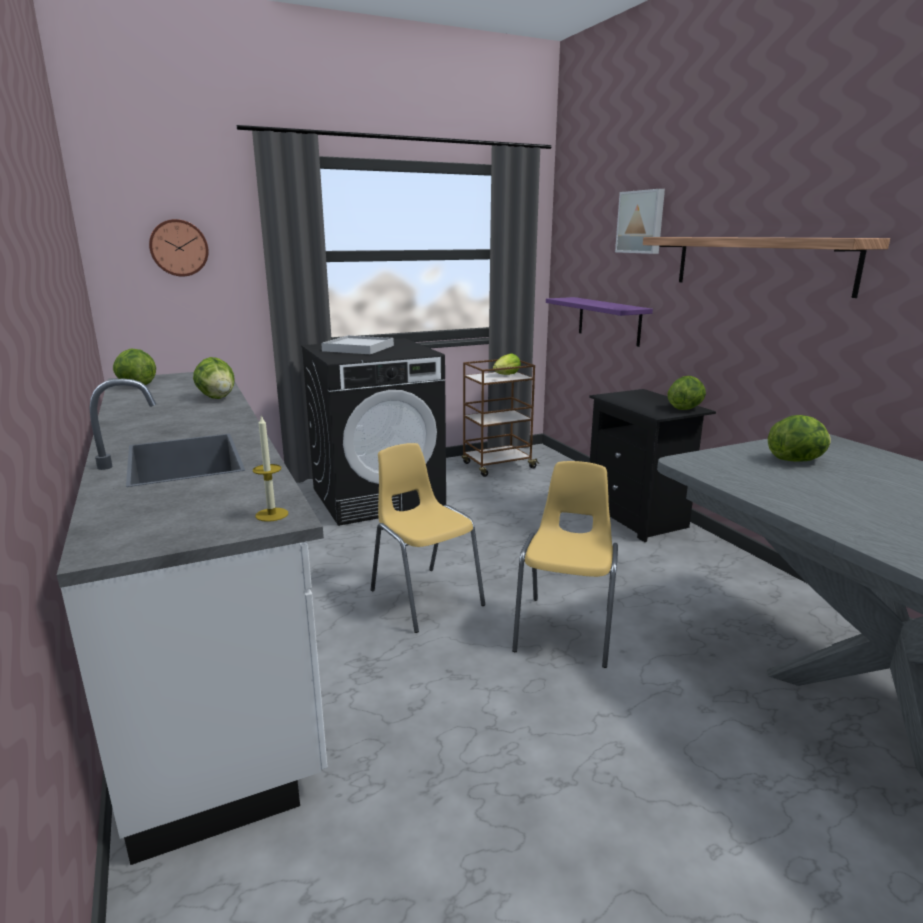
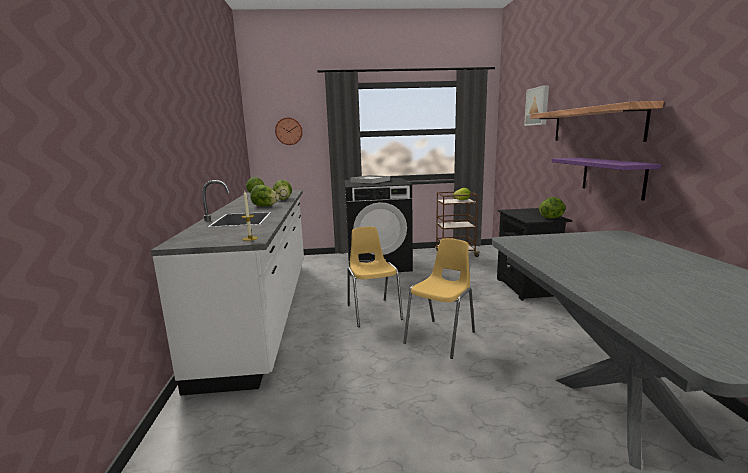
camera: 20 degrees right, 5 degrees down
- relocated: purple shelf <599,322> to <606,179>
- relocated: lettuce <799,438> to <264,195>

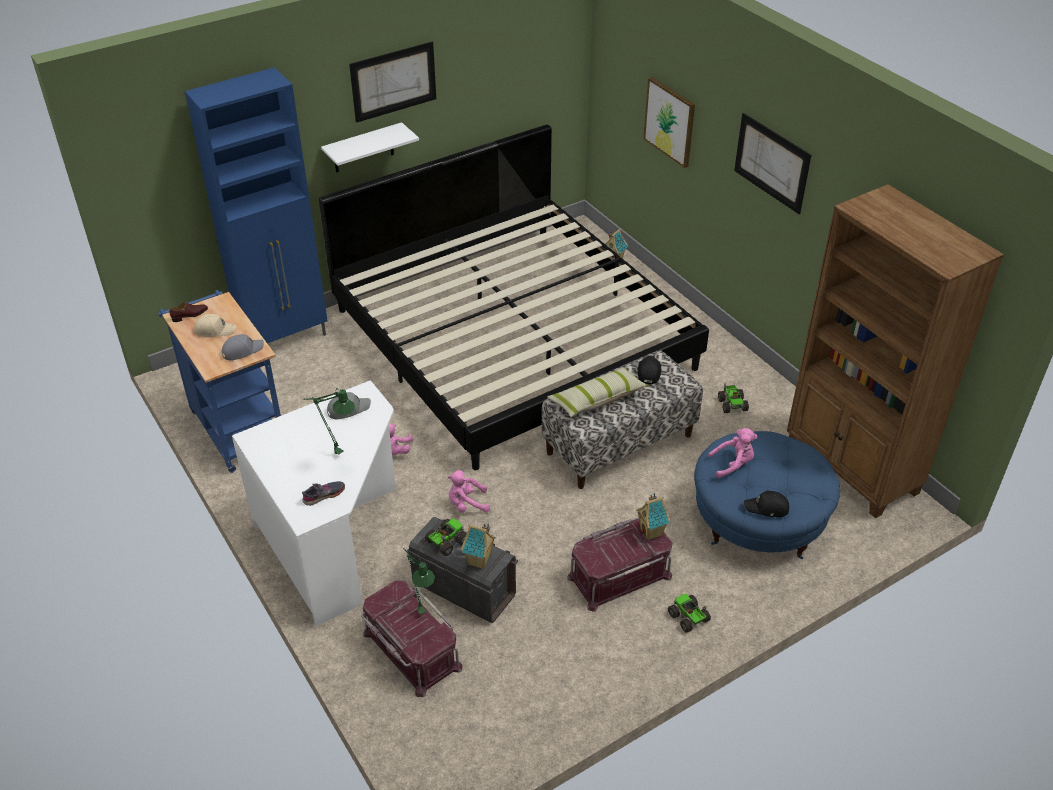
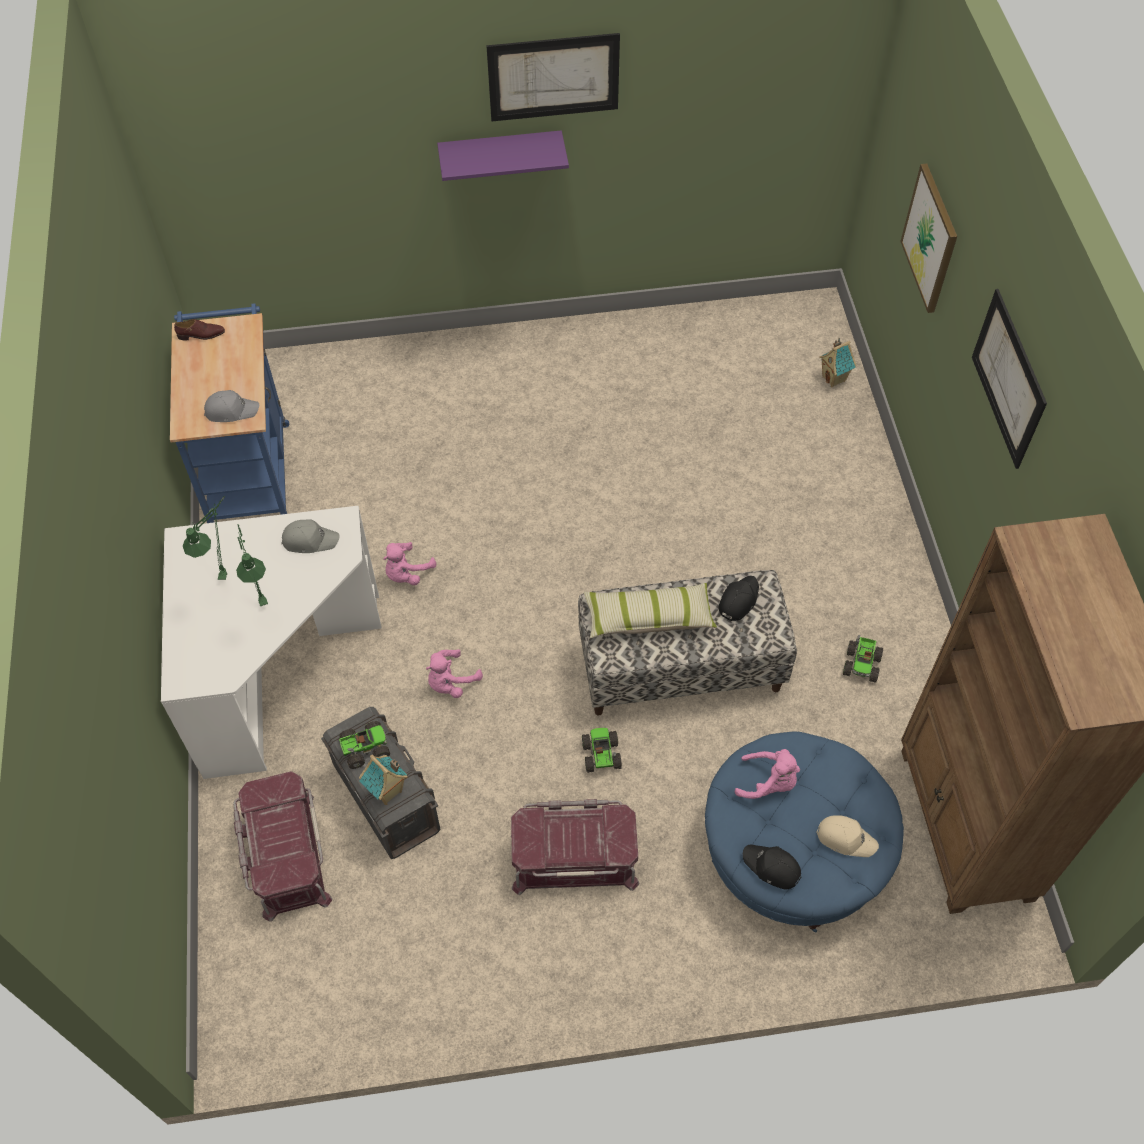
camera: 25 degrees right, 15 degrees up
- missing: blue cabinet <256,205>
- relocated: beige cap <215,325> to <847,836>
- missing: grey shoe <323,493>
- missing: bed <514,297>
- colour: white shelf <370,147> to purple shelf <503,155>
- relocated: green table lamp <419,581> to <205,538>
- spun: pink plush toy <469,491> = <454,673> 60 degrees counterclockwise
- missing: toy house <653,517>
- relocated: toy truck <689,613> to <602,750>

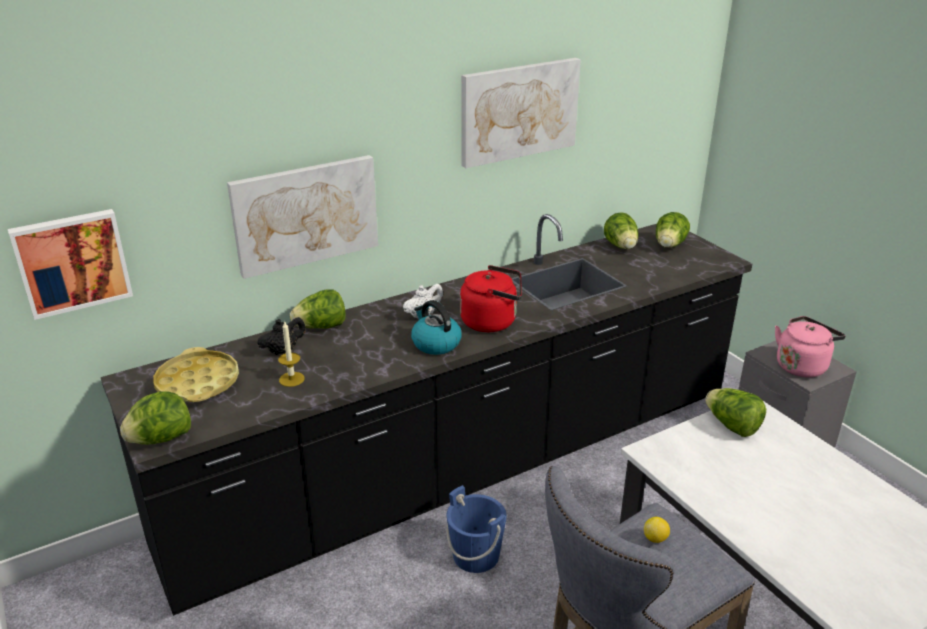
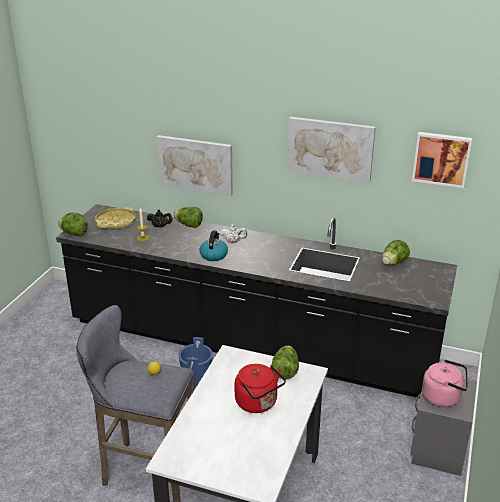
camera: 50 degrees right, 0 degrees up
- relocated: picture <70,264> to <442,160>
- relocated: red kettle <491,298> to <260,388>
- missing: lettuce <673,230>

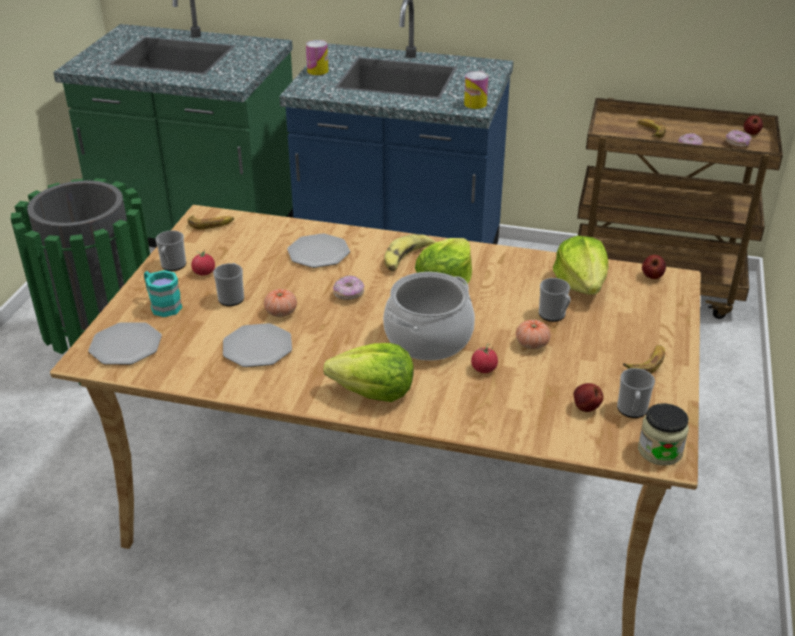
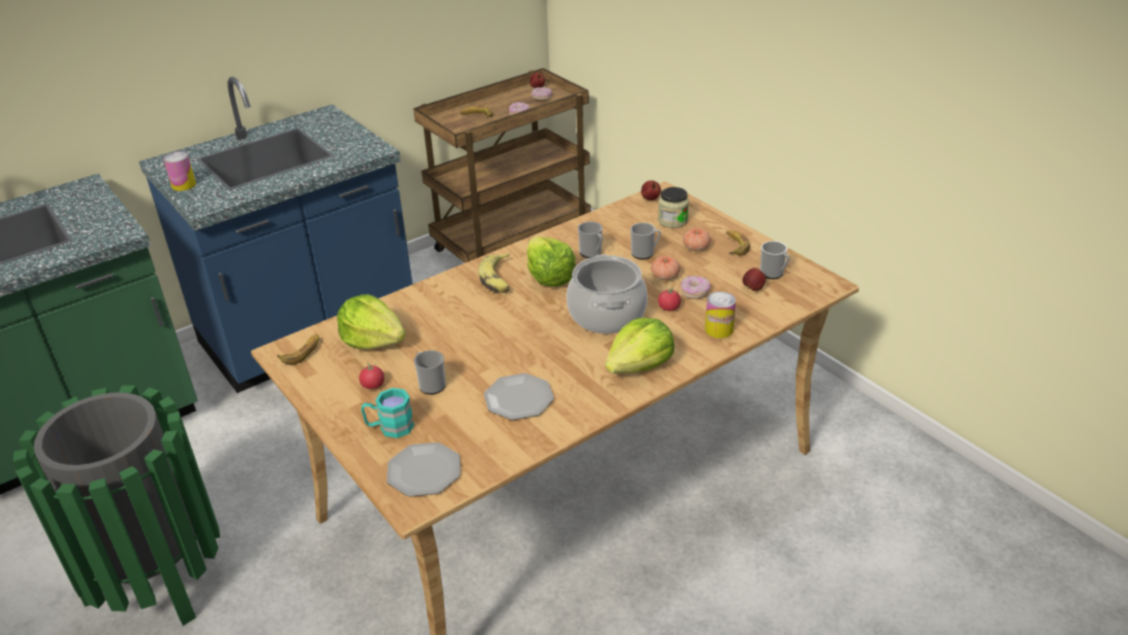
camera: 50 degrees left, 0 degrees up
- relocated: mug <171,250> to <590,240>
- relocated: tomato <280,303> to <697,239>
- missing: plate <318,250>
- relocated: donut <348,287> to <695,287>
- relocated: can <476,90> to <720,314>
- relocated: lettuce <580,265> to <371,321>
- relocated: jar <663,434> to <673,207>

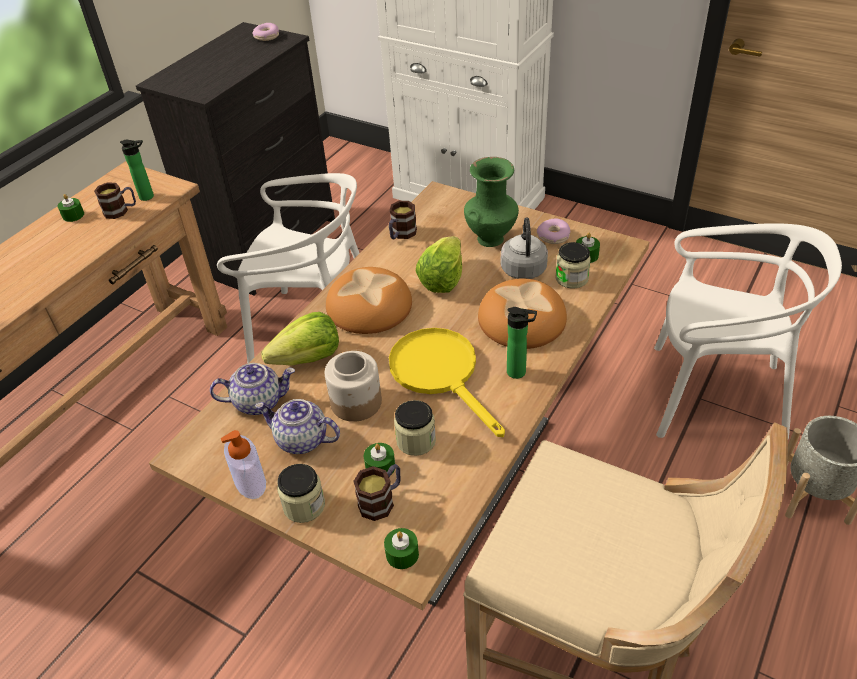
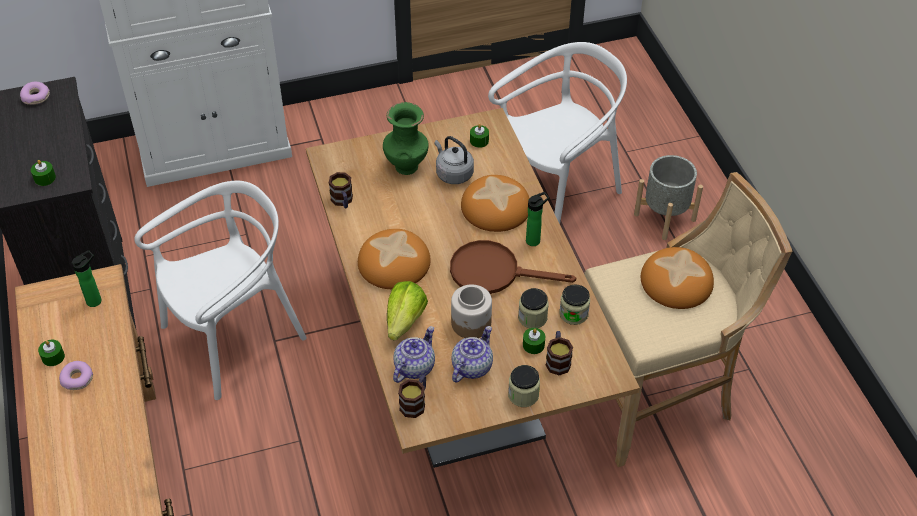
camera: 50 degrees left, 5 degrees up
- relocated: mug <115,200> to <412,396>
- missing: soap dispenser <243,464>
- spun: teapot <297,426> = <472,354> 150 degrees clockwise
- relocated: green candle <401,548> to <43,173>
- colour: yellow frying pan <447,382> to brown frying pan <513,267>
- missing: lettuce <439,264>
- relocated: donut <553,231> to <76,375>
- relocated: jar <573,265> to <574,304>
- appeared: bread <677,278>

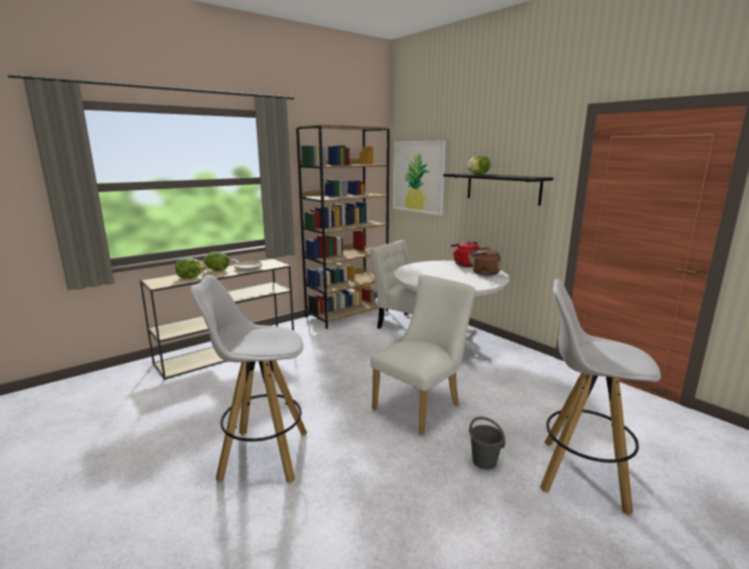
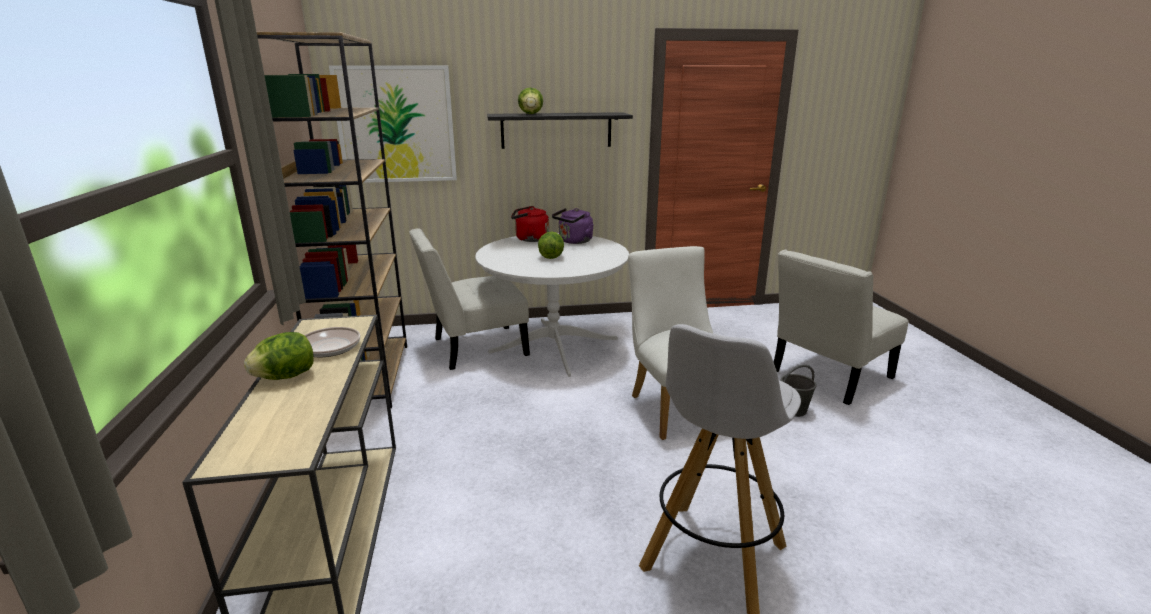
camera: 60 degrees left, 5 degrees up
- relocated: lettuce <190,268> to <551,245>
- colour: brown kettle <486,261> to purple kettle <573,226>
- exchanged: white stool <600,397> to white chair <841,327>

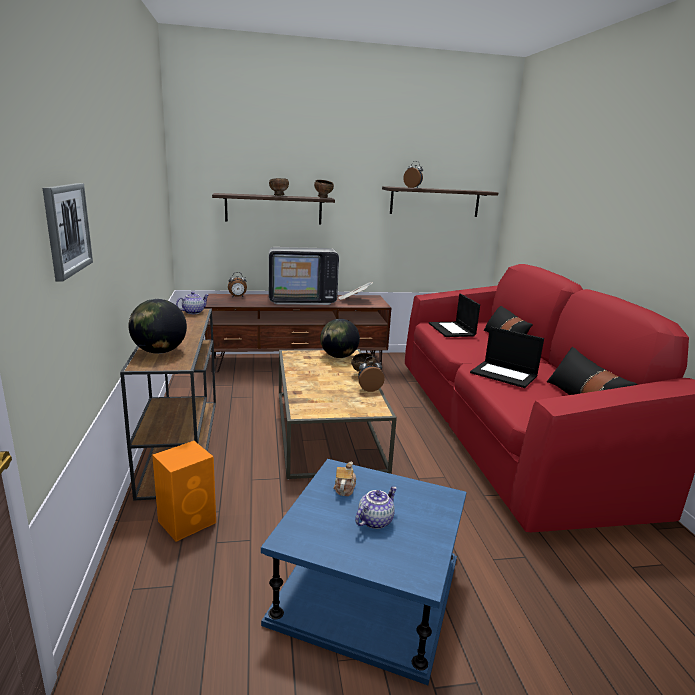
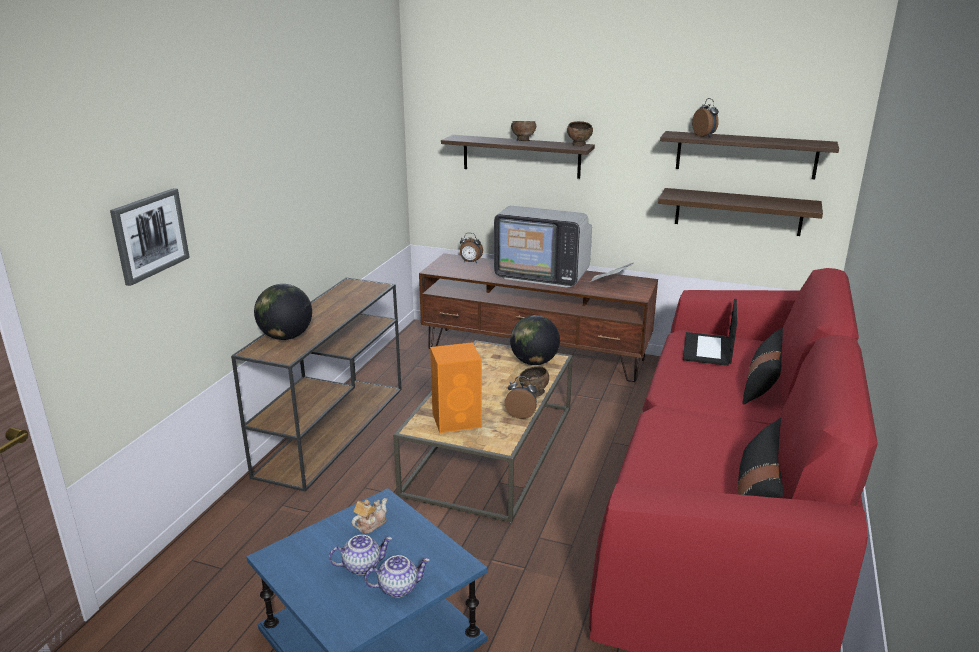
camera: 30 degrees right, 5 degrees up
- relocated: orange speaker <184,491> to <456,387>
- relocated: teapot <192,303> to <397,576>
- missing: laptop <507,357>
- appeared: shelf <740,212>

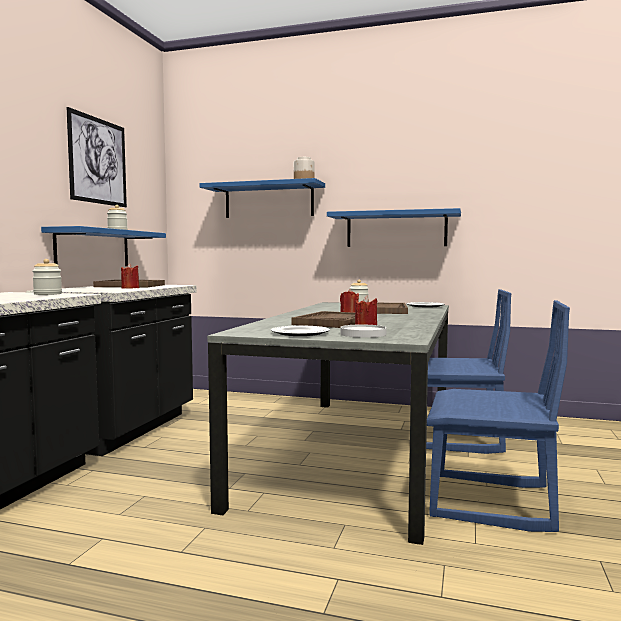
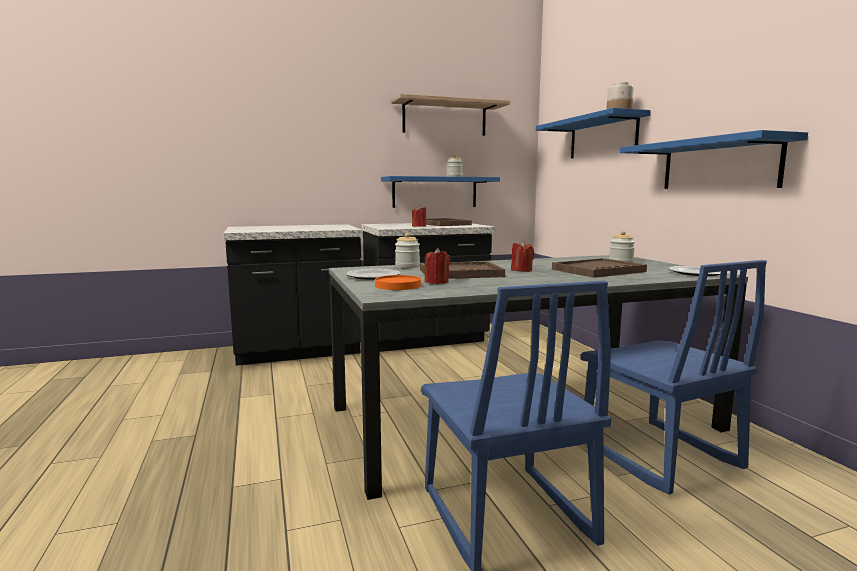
camera: 55 degrees right, 5 degrees up
- relocated: jar <47,277> to <407,250>
- exchanged: picture <96,157> to shelf <450,115>
- colour: white plate <363,331> to orange plate <398,282>

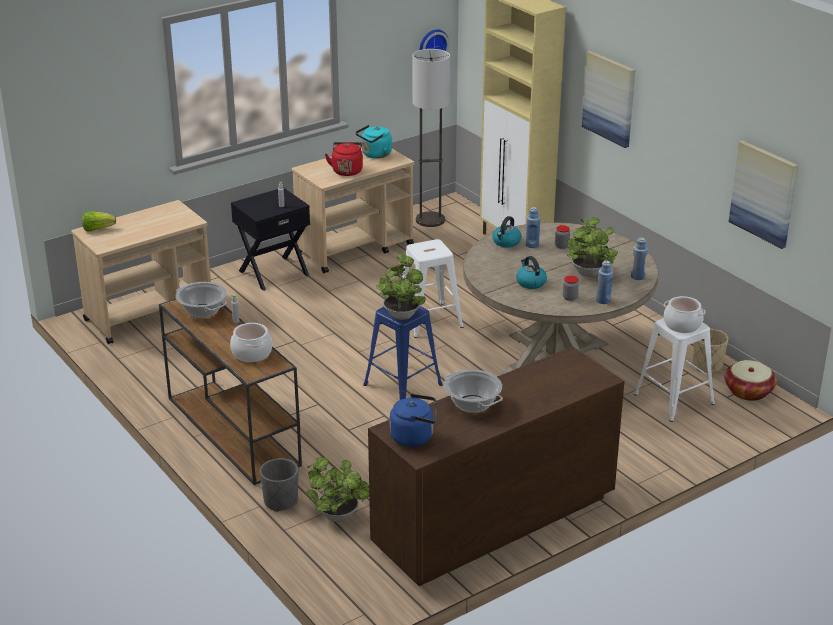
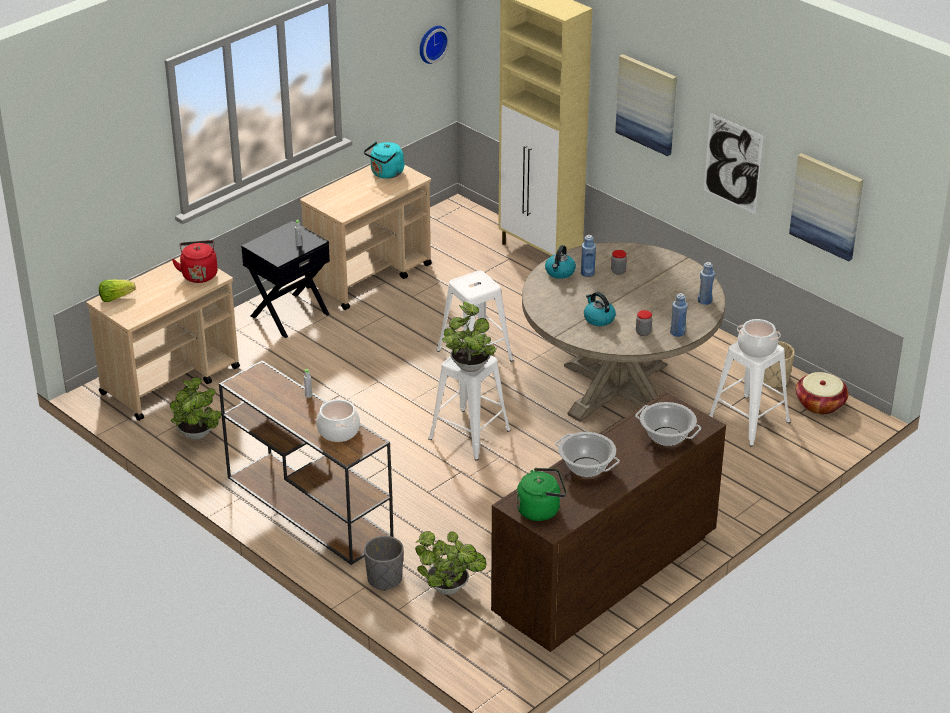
camera: 10 degrees left, 5 degrees up
- relocated: cooking pot <201,300> to <668,424>
- relocated: red kettle <344,159> to <195,261>
- colour: blue stool <403,353> to white stool <469,408>
- colour: blue kettle <413,420> to green kettle <541,494>
- missing: floor lamp <431,138>
- relocated: potted plant <592,247> to <195,408>
- appeared: picture <734,163>

